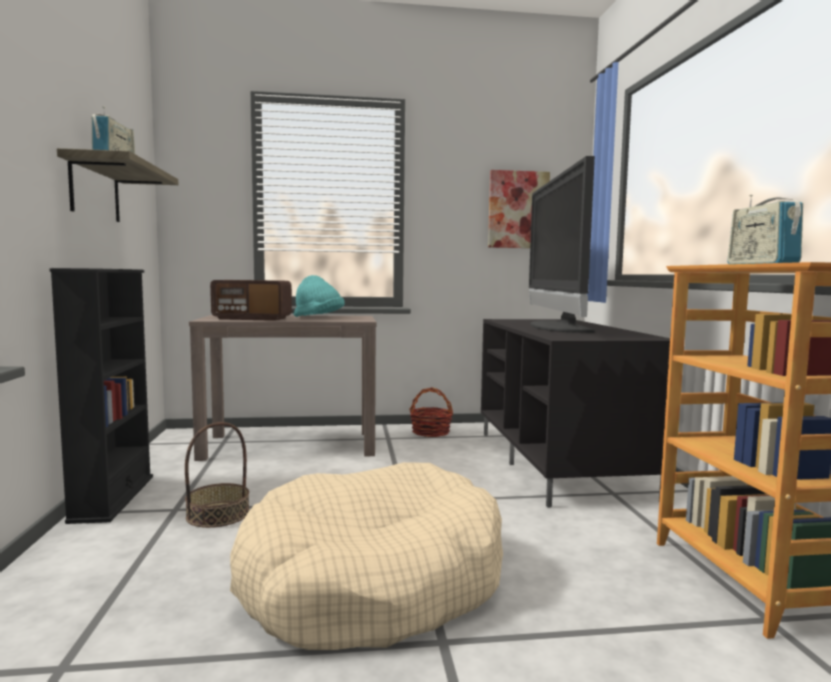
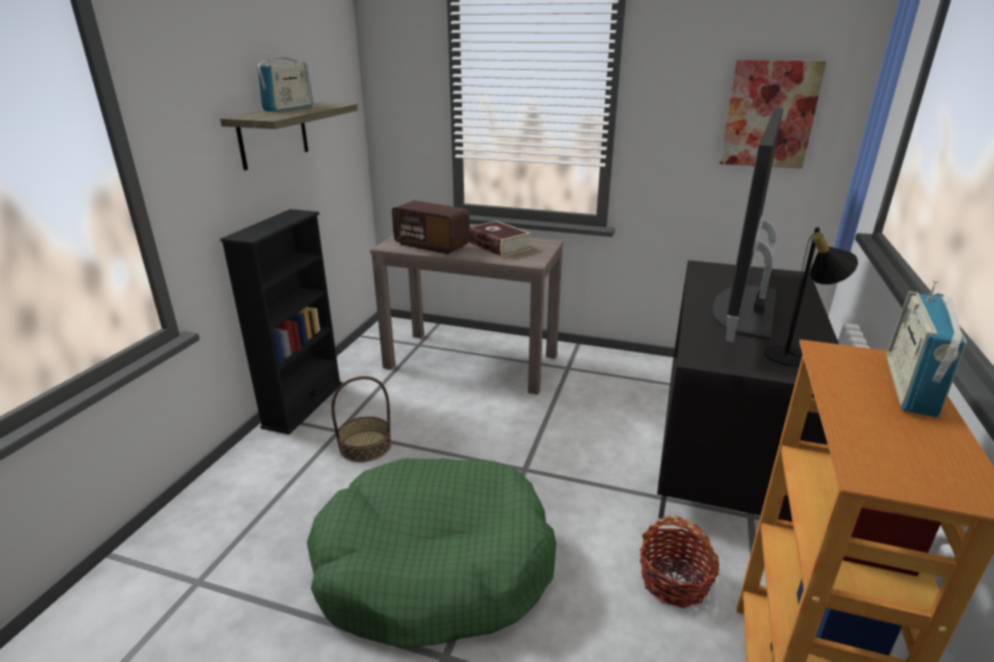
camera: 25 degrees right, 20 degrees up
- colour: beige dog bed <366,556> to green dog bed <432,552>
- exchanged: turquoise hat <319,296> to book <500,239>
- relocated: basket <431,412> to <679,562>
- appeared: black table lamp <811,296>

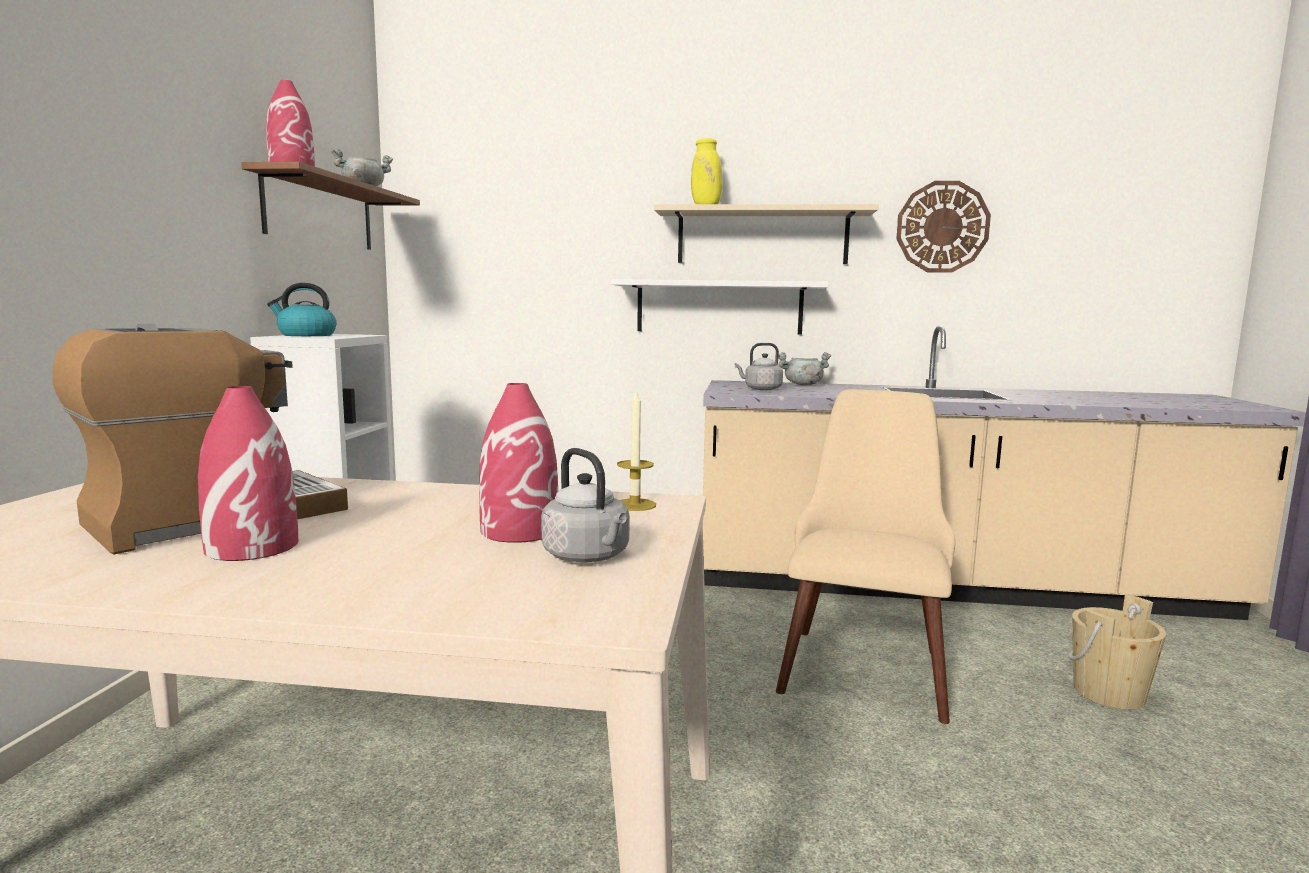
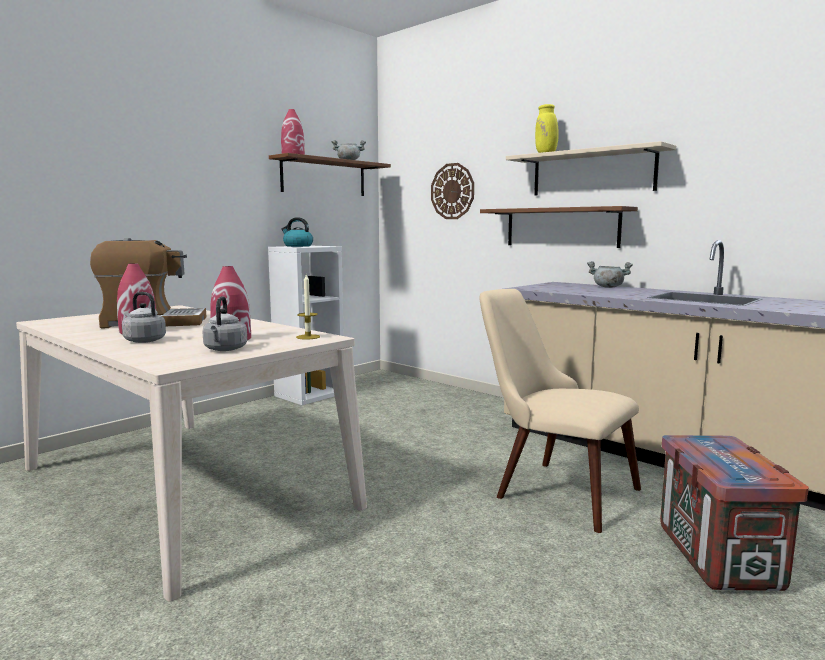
camera: 35 degrees right, 0 degrees up
- colour: white shelf <720,307> to brown shelf <559,227>
- relocated: grey kettle <759,366> to <144,317>
- spun: beige chair <865,556> = <560,411> 105 degrees counterclockwise
- relocated: wall clock <943,227> to <452,191>
- exchanged: beige bucket <1117,652> to crate <734,513>

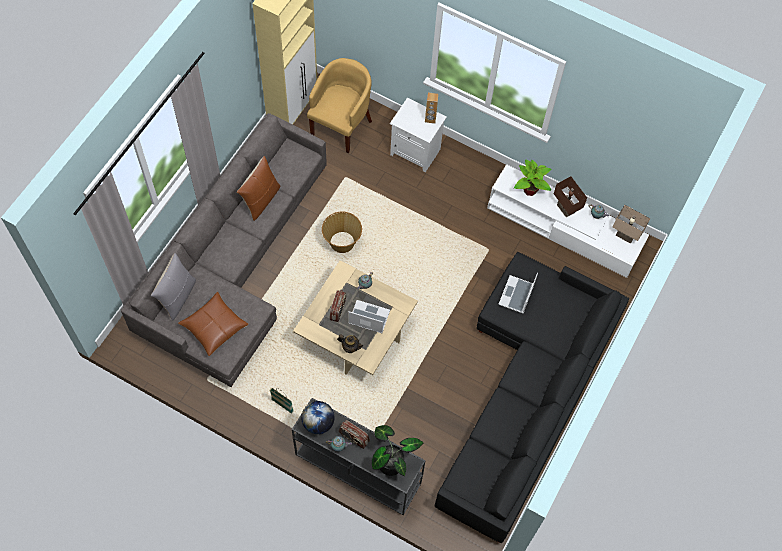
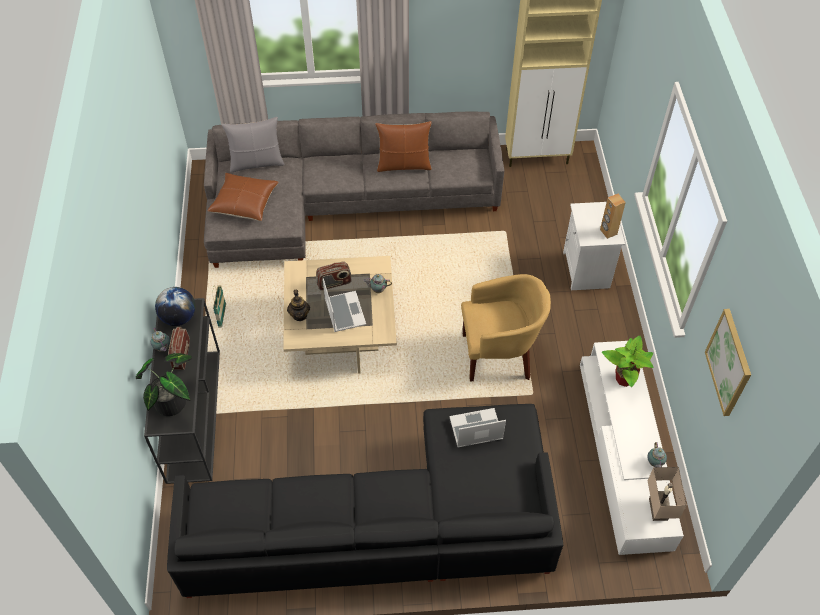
camera: 60 degrees right, 10 degrees down
- relocated: yellow armchair <339,105> to <506,328>
- missing: basket <342,232>
- missing: brown table lamp <570,196>
- appeared: picture <728,362>

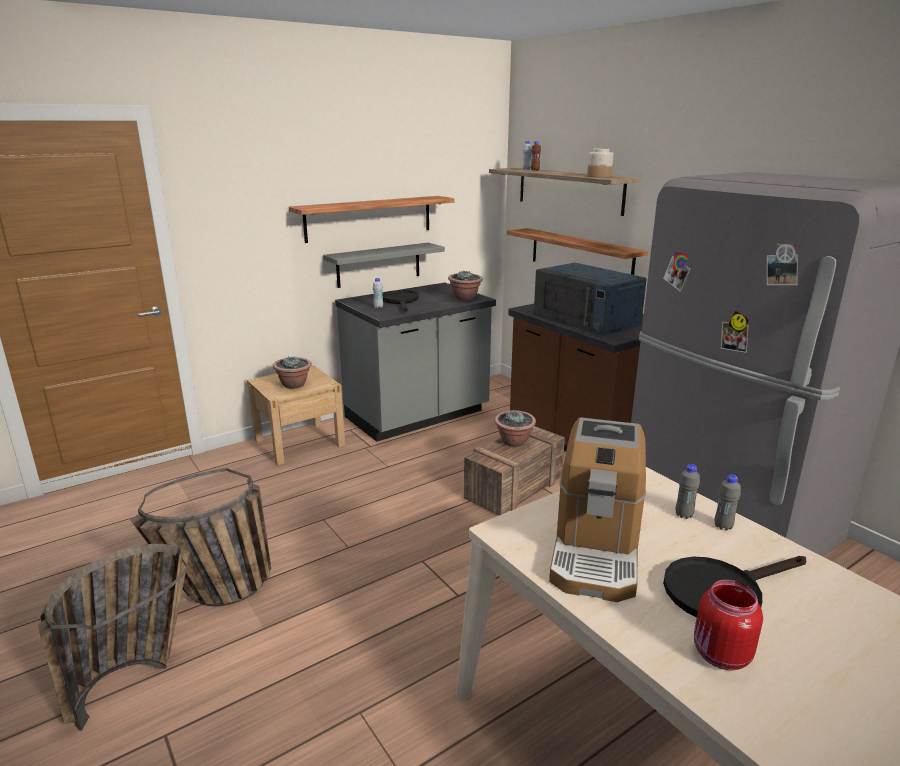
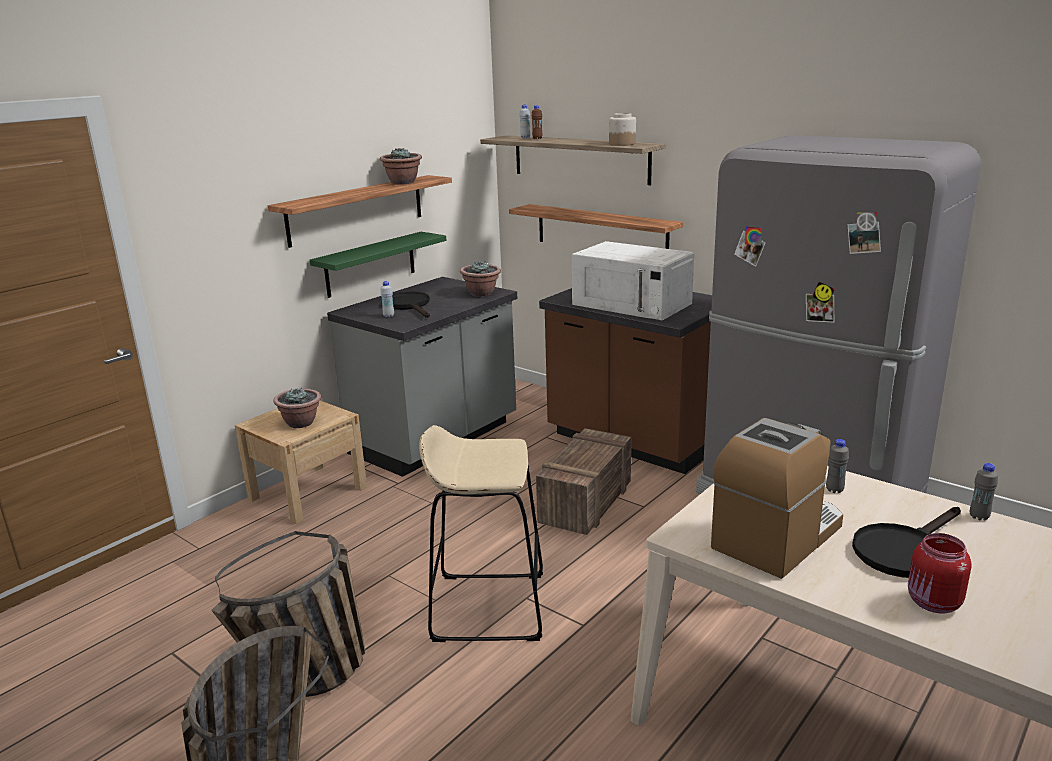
camera: 15 degrees left, 0 degrees up
- colour: grey shelf <384,265> to green shelf <378,265>
- relocated: potted plant <515,428> to <401,166>
- colour: blue microwave <590,299> to white microwave <633,281>
- spun: coffee machine <597,509> = <777,498> 135 degrees counterclockwise
- relocated: grey bottle <727,503> to <984,491>
- appeared: beige stool <481,533>

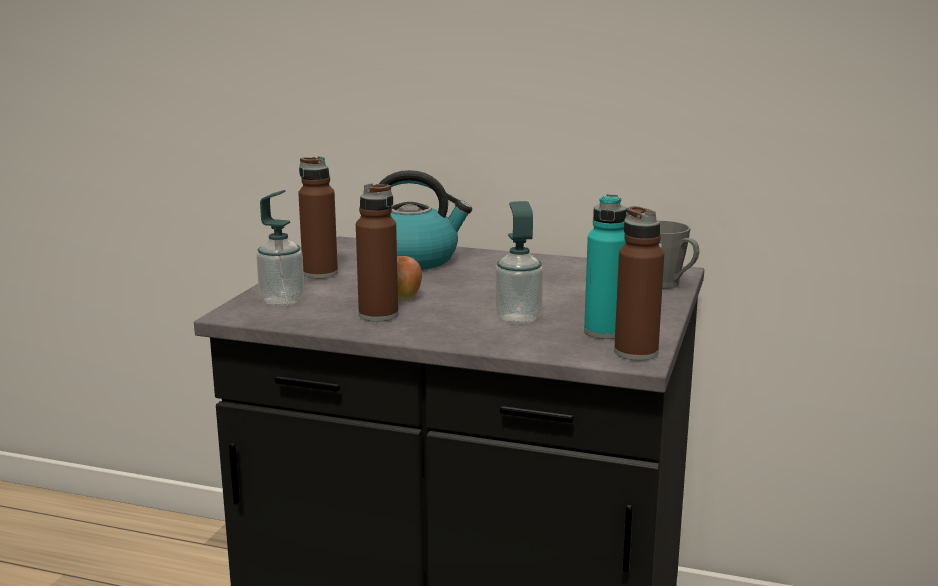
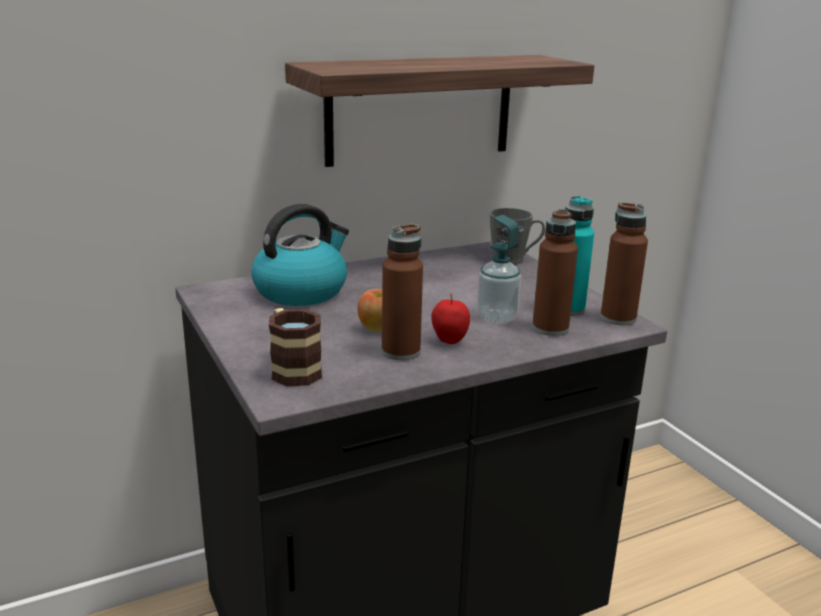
camera: 45 degrees left, 5 degrees up
- exchanged: soap dispenser <280,248> to mug <295,347>
- relocated: brown bottle <318,217> to <555,272>
- appeared: shelf <439,111>
- appeared: apple <450,319>

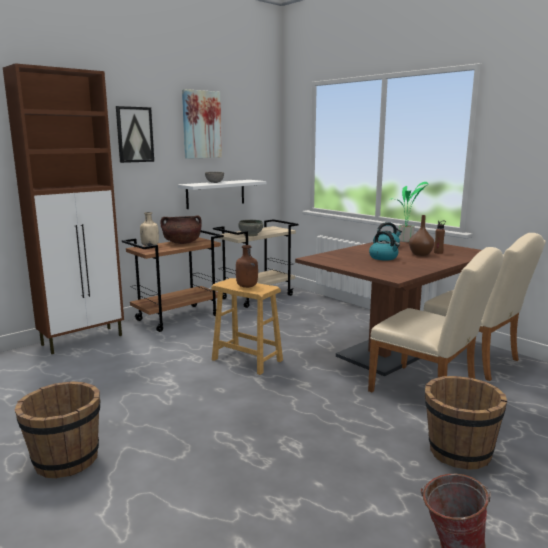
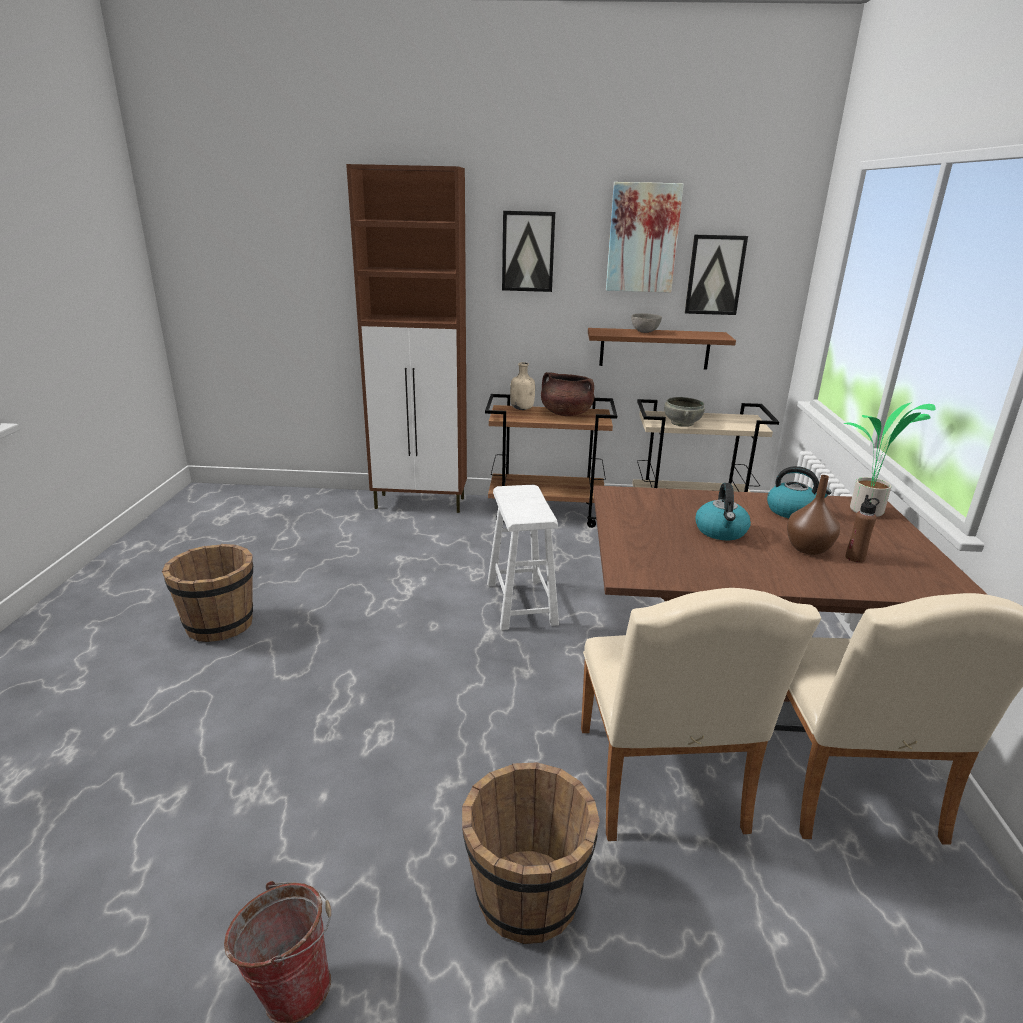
camera: 45 degrees right, 10 degrees up
- colour: white shelf <222,194> to brown shelf <662,349>
- colour: brown stool <247,326> to white stool <523,557>
- missing: brown bottle <247,266>
- appeared: picture <716,275>

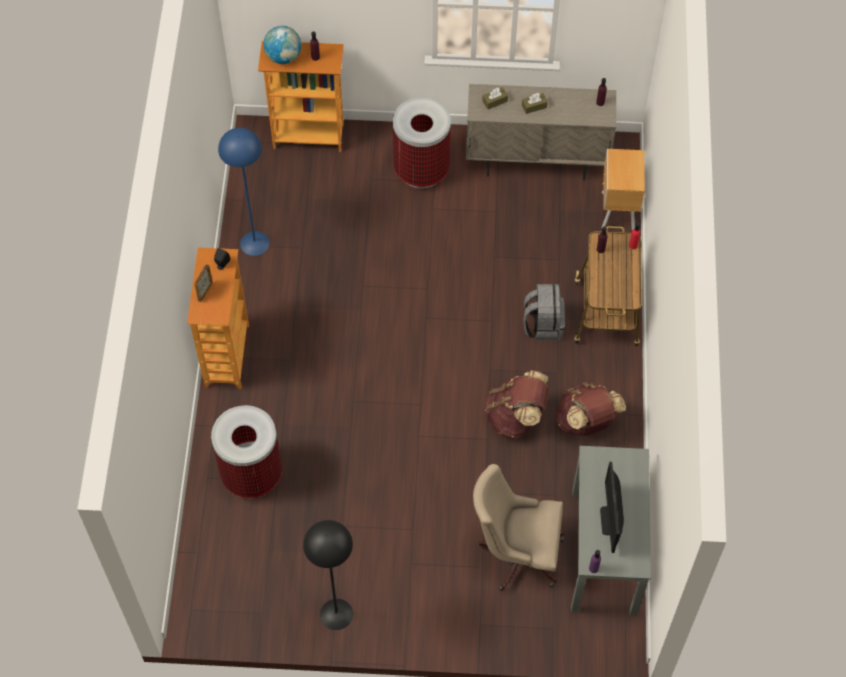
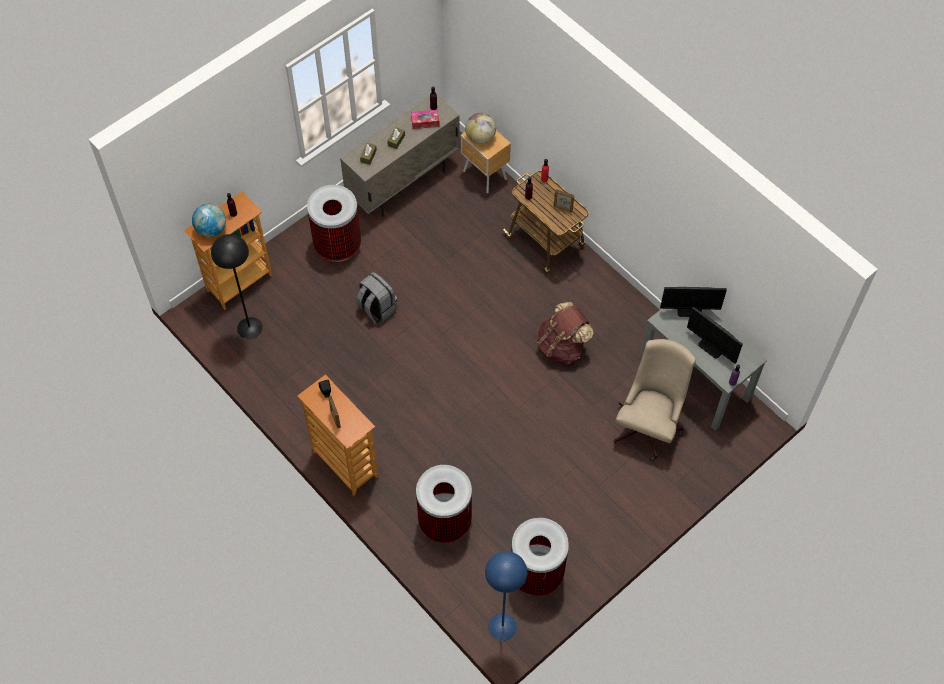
camera: 45 degrees left, 0 degrees up
- relocated: blue floor lamp <244,192> to <506,596>
- relocated: black floor lamp <328,575> to <237,286>
- spun: beige office chair <519,527> = <654,400> 150 degrees clockwise
- relocated: grey backpack <544,312> to <376,297>
- missing: brown backpack <590,409>
- appeared: tissue box <425,119>
- appeared: globe <480,128>
- appeared: trash can <540,556>
- appeared: picture frame <564,200>
- appeared: monitor <693,302>

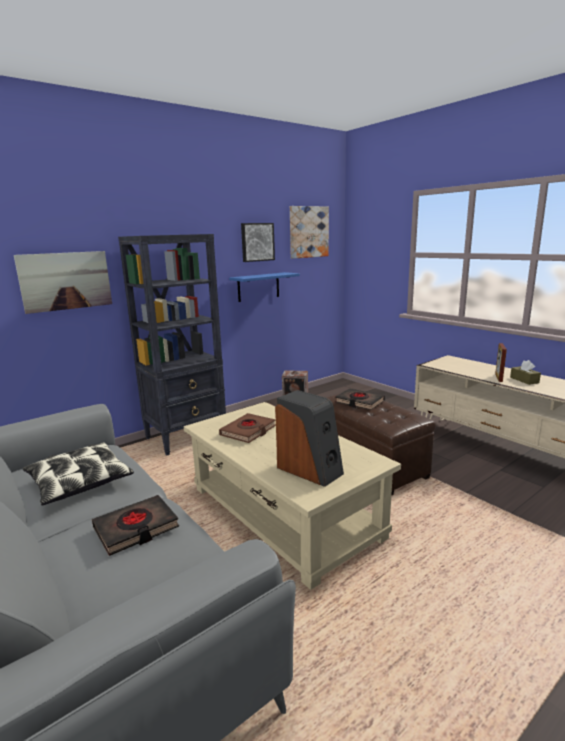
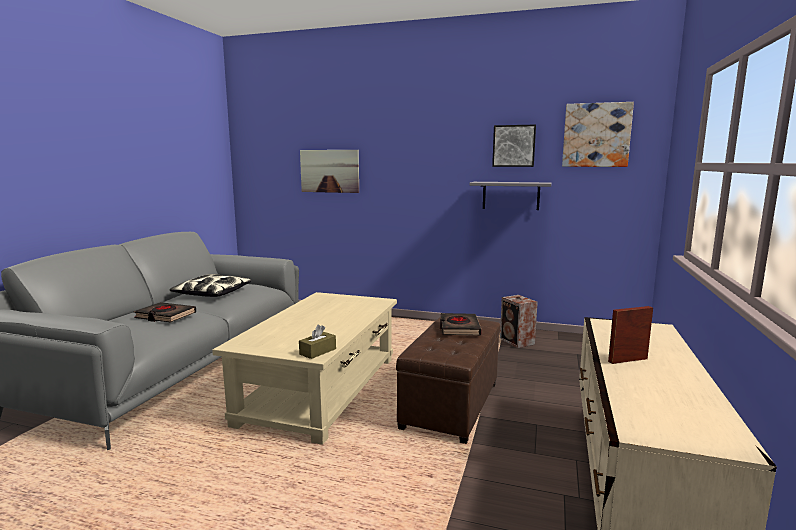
camera: 55 degrees right, 5 degrees down
- missing: black bookcase <172,344>
- missing: brown book <247,428>
- colour: blue shelf <264,287> to grey shelf <510,196>
- missing: speaker <309,438>
- relocated: brown tissue box <525,372> to <317,342>

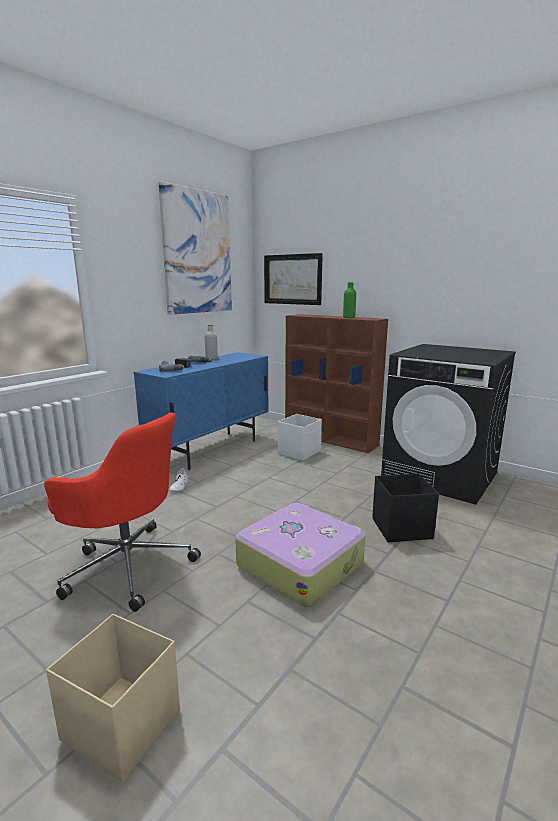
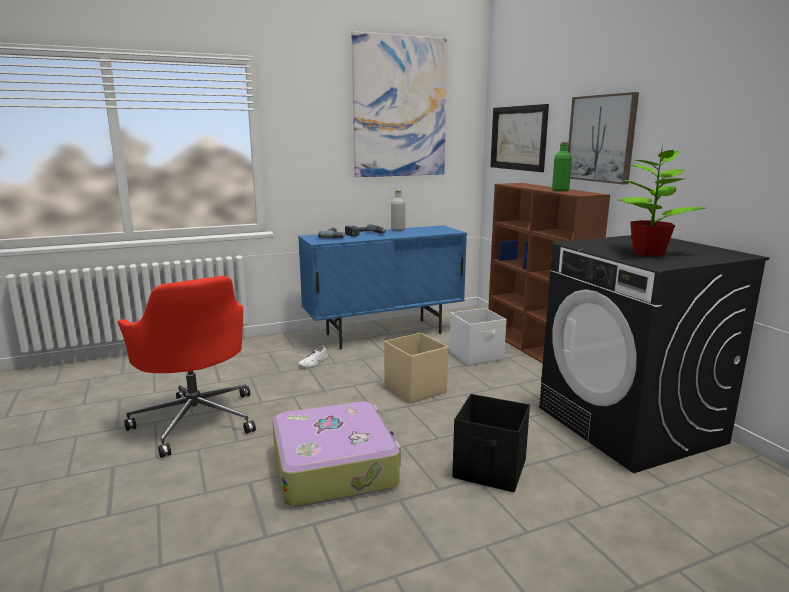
camera: 30 degrees right, 0 degrees up
- relocated: beige storage box <113,698> to <416,368>
- appeared: picture <603,138>
- appeared: potted plant <662,200>

